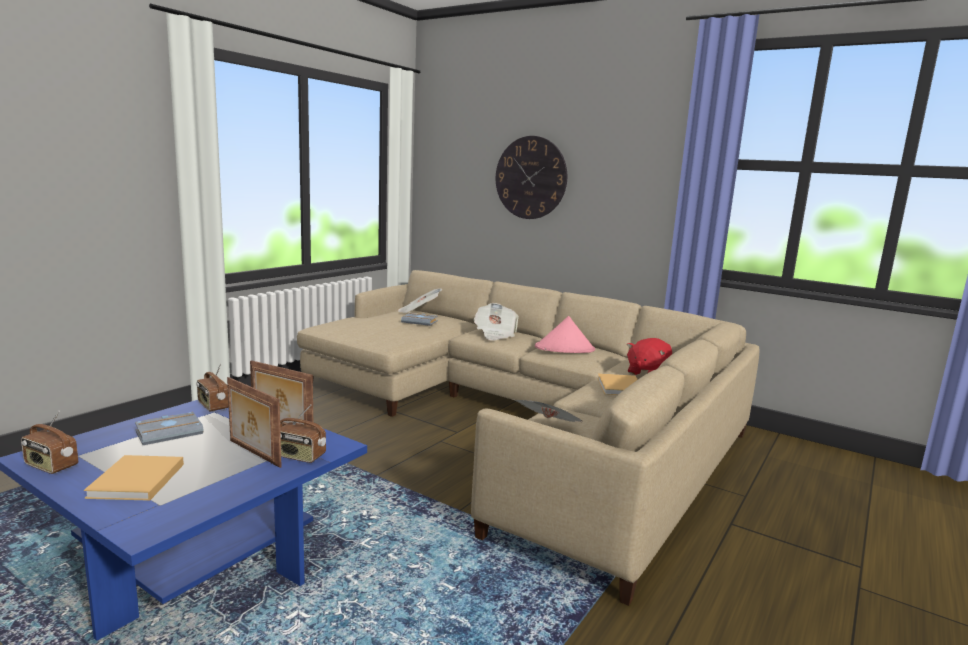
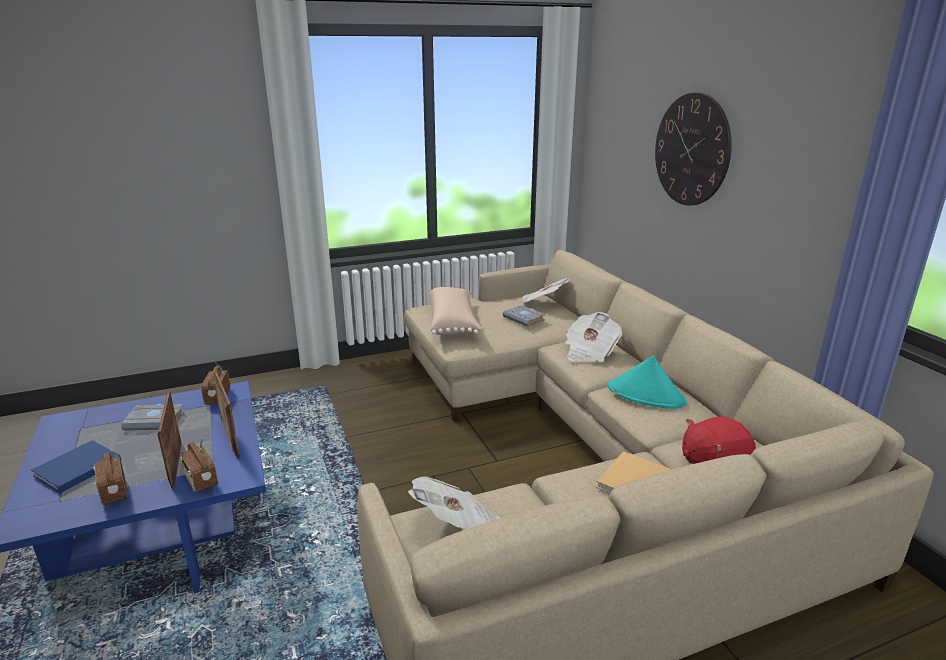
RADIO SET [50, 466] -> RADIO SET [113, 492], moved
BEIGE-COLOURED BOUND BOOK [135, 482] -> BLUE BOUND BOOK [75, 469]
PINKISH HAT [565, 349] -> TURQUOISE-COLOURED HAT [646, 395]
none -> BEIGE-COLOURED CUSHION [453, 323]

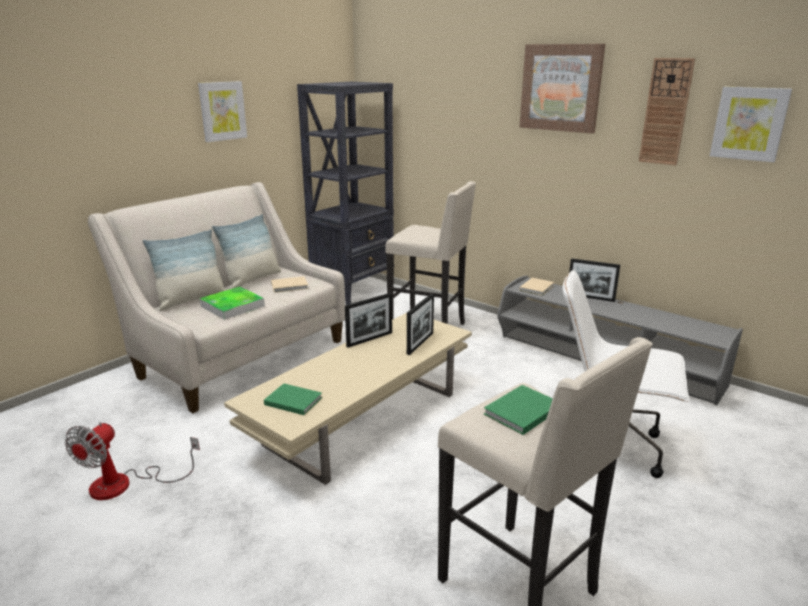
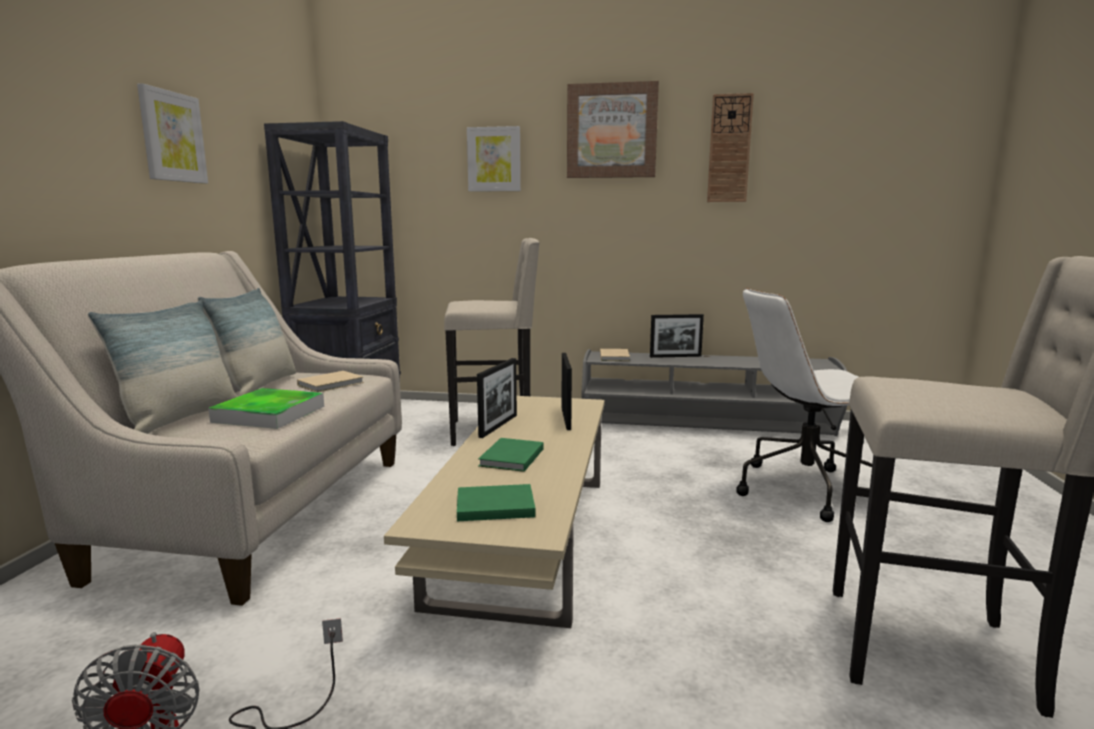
GREEN BOUND BOOK [520, 412] -> GREEN BOUND BOOK [510, 458], moved
PICTURE [749, 123] -> PICTURE [494, 159], moved

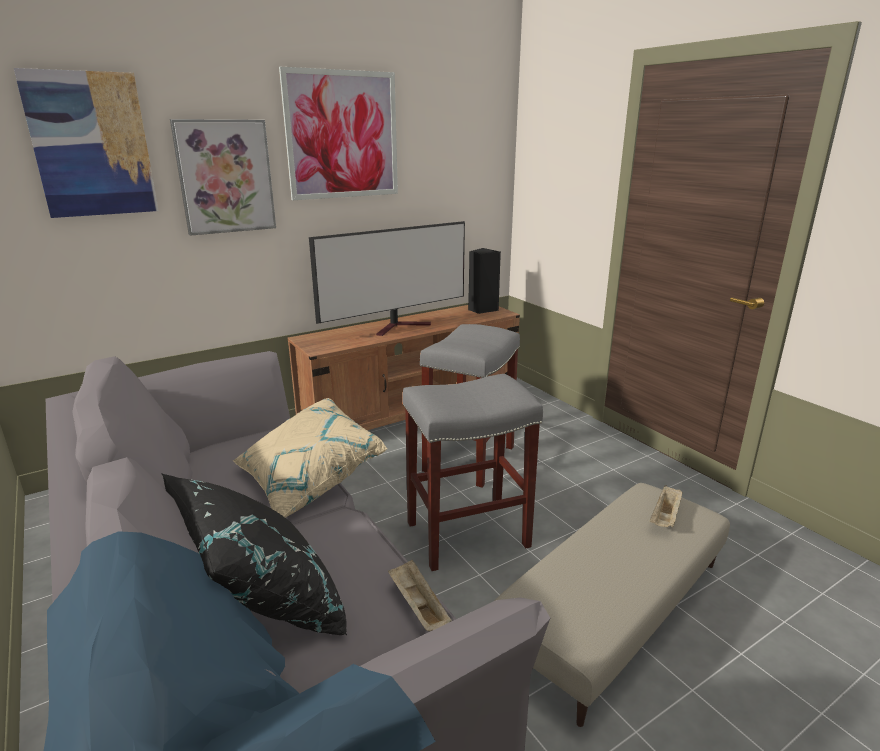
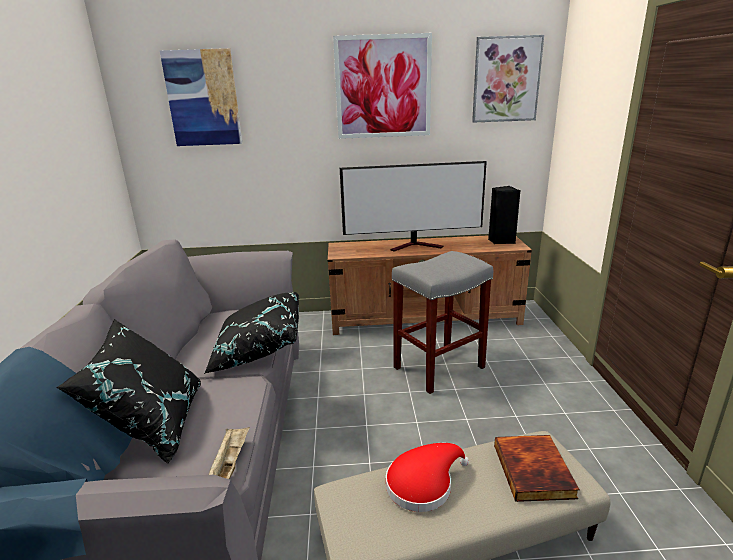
PICTURE [225, 177] -> PICTURE [506, 79], moved
BEIGE-COLOURED CUSHION [308, 480] -> BLACKISH CUSHION [258, 349]
GREY STOOL [466, 535] -> none
BEIGE-COLOURED SERVING TRAY [665, 517] -> BOUND BOOK [535, 471]
none -> RED-COLOURED HAT [423, 484]

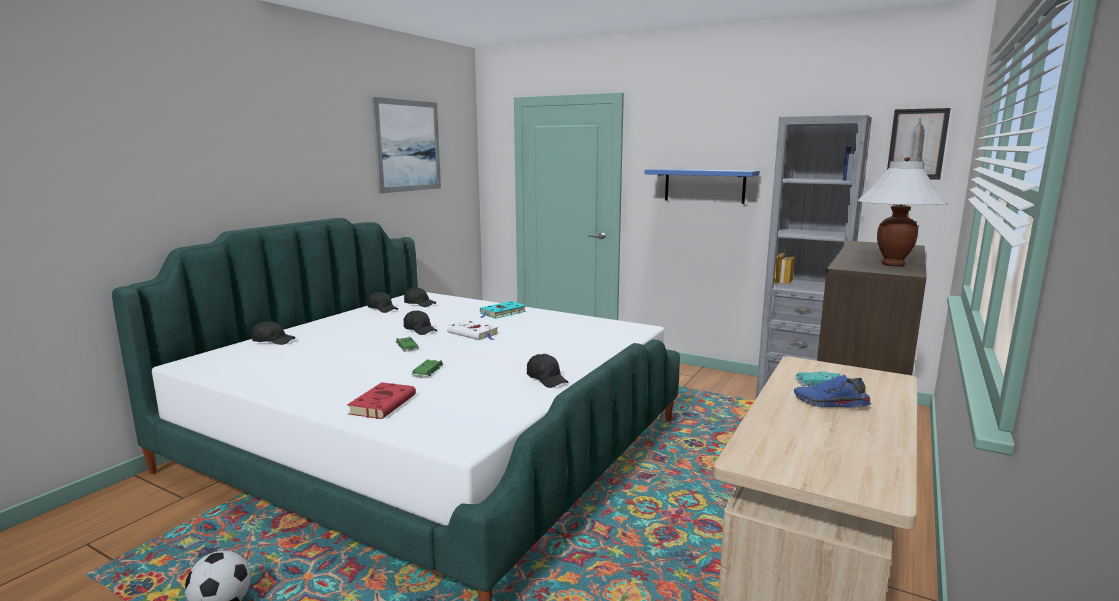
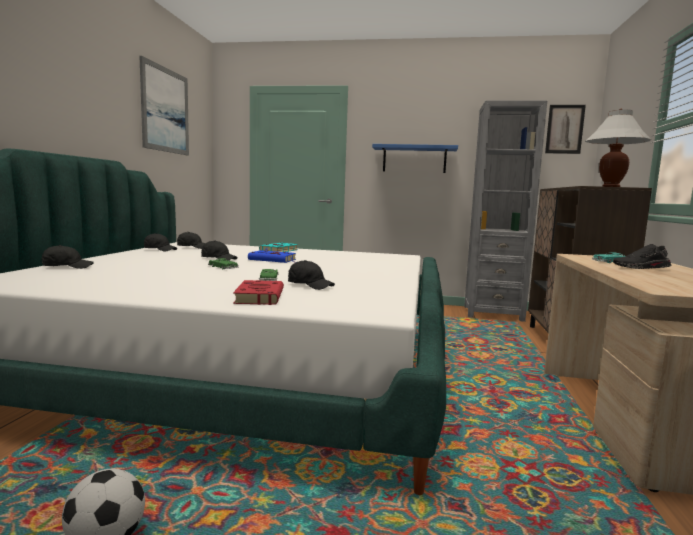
WHITE BOUND BOOK [474, 333] -> BLUE BOUND BOOK [273, 260]
BLACKISH CAP [547, 379] -> BLACKISH CAP [310, 285], moved
BLUE LOW SHOE [830, 404] -> BLACKISH LOW SHOE [641, 268]

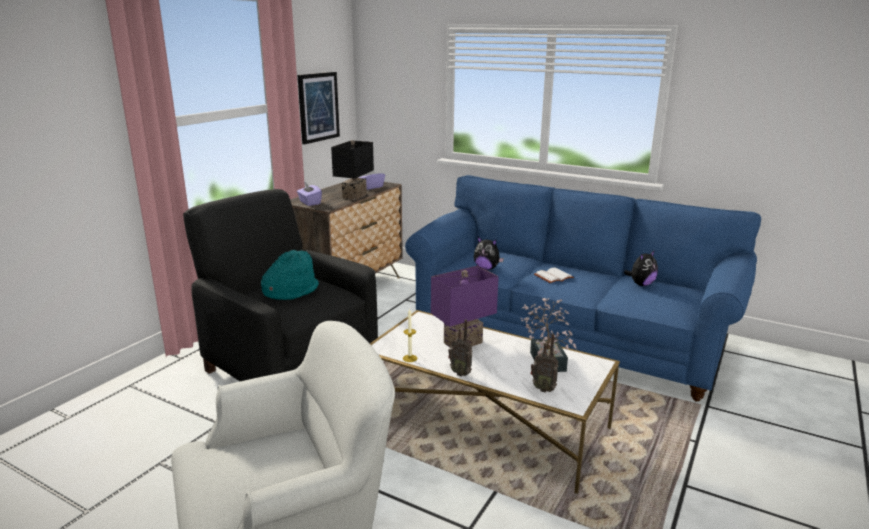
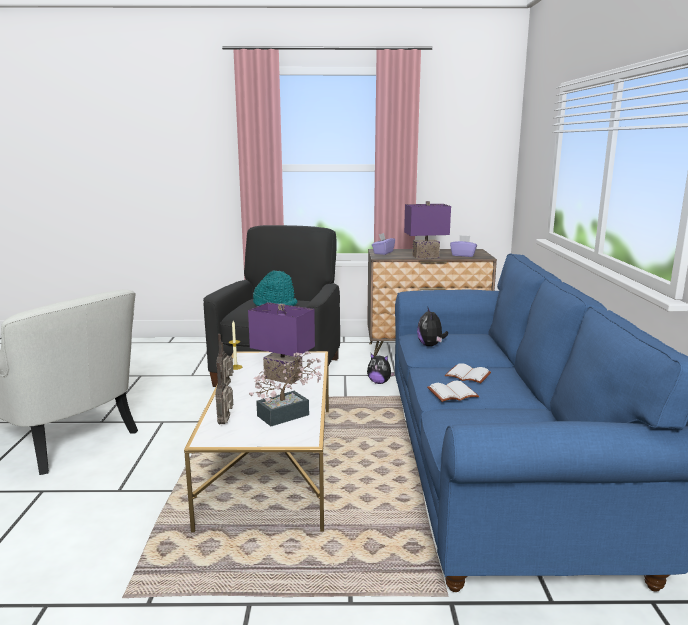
PICTURE [318, 107] -> none
BLACKISH TABLETOP LAMP [353, 196] -> PURPLE TABLETOP LAMP [425, 256]
PLUSH TOY [641, 284] -> PLUSH TOY [379, 382], moved
none -> WHITE BOUND BOOK [452, 394]

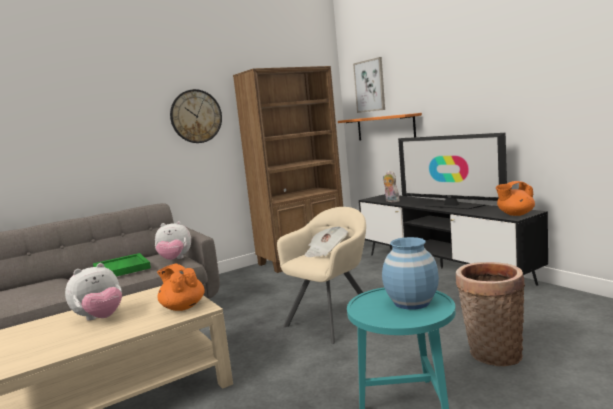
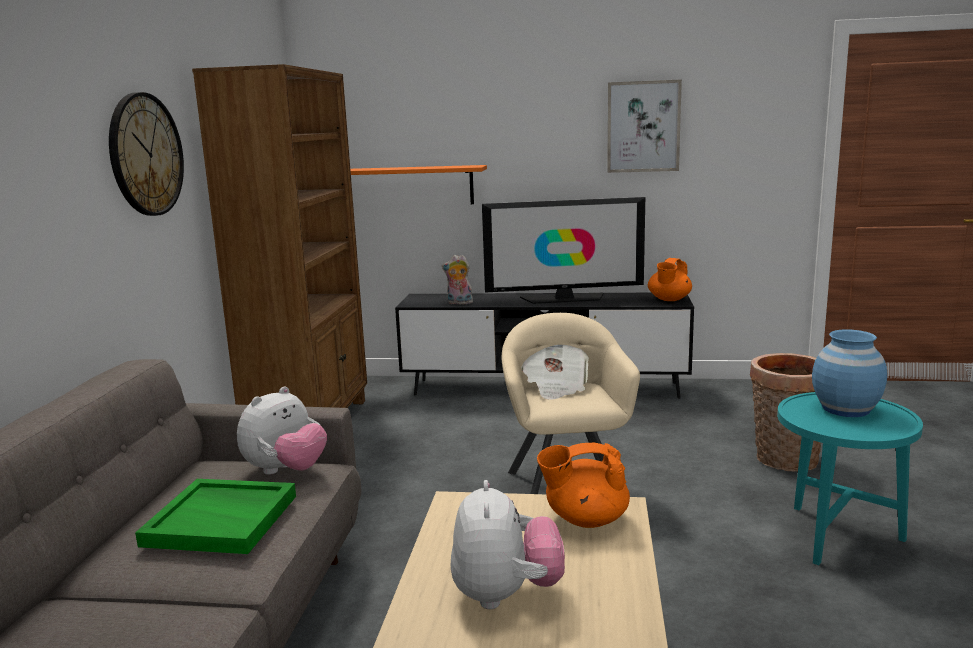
PICTURE [370, 86] -> PICTURE [643, 126], moved

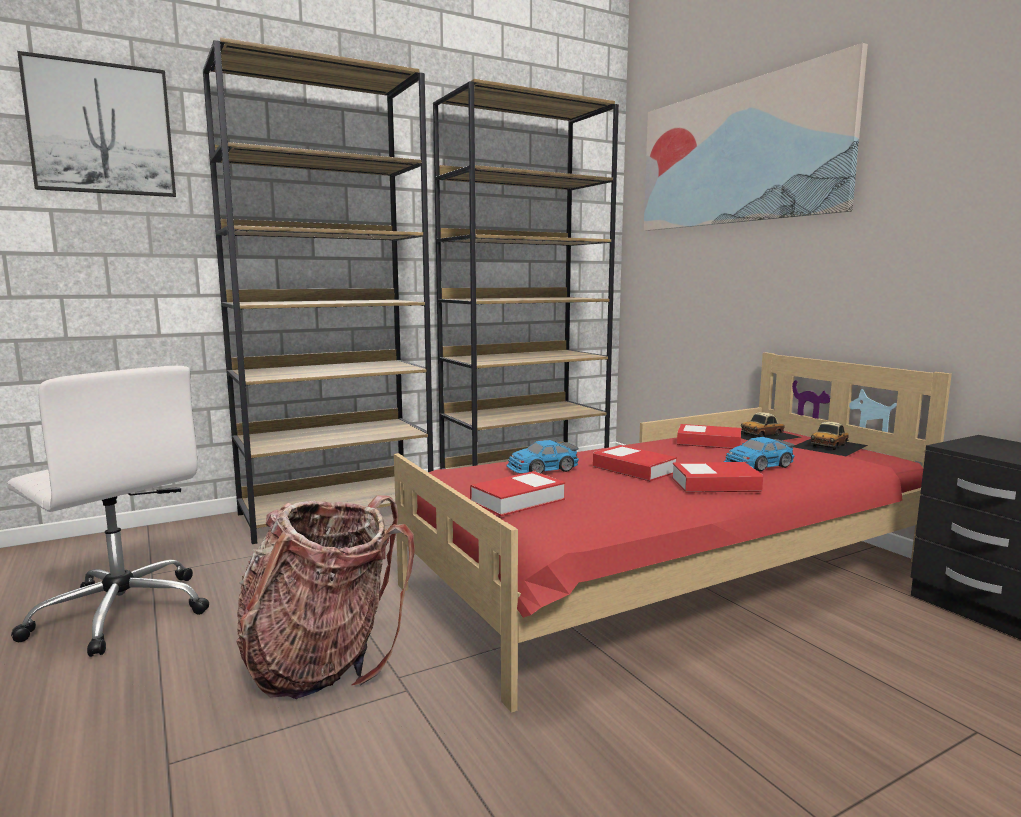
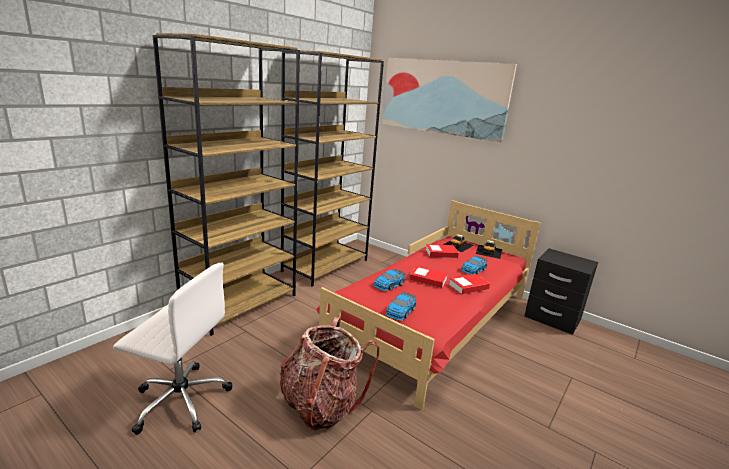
PICTURE [101, 129] -> none
BOUND BOOK [518, 500] -> MINIATURE CAR [400, 311]

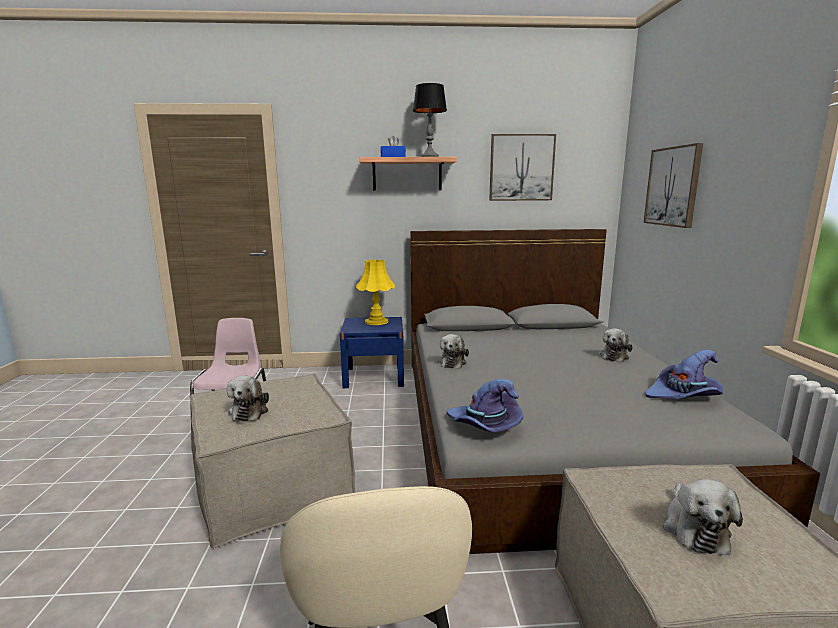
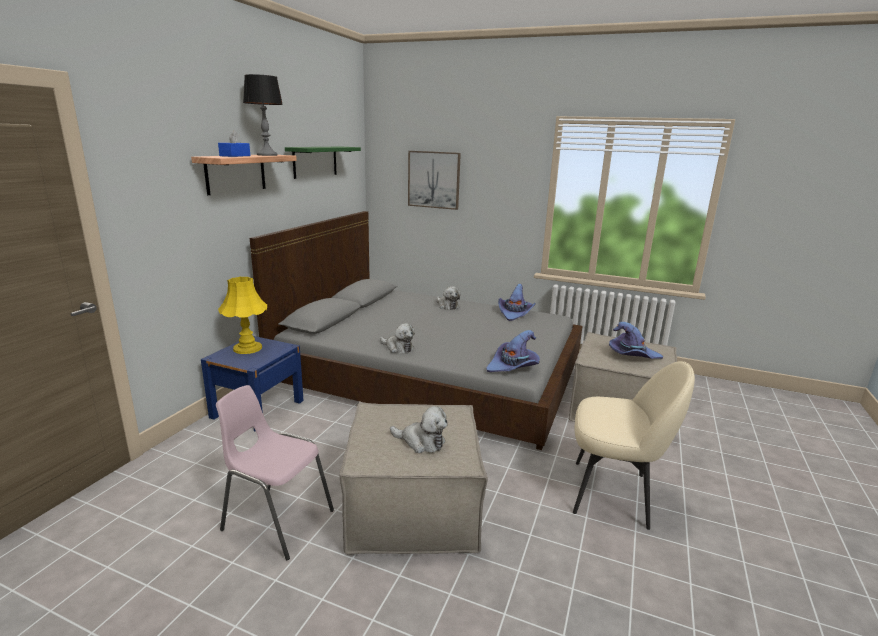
PICTURE [521, 168] -> GREEN BRACKET SHELF [315, 161]
PLUSH TOY [694, 528] -> PURPLE HAT [632, 355]

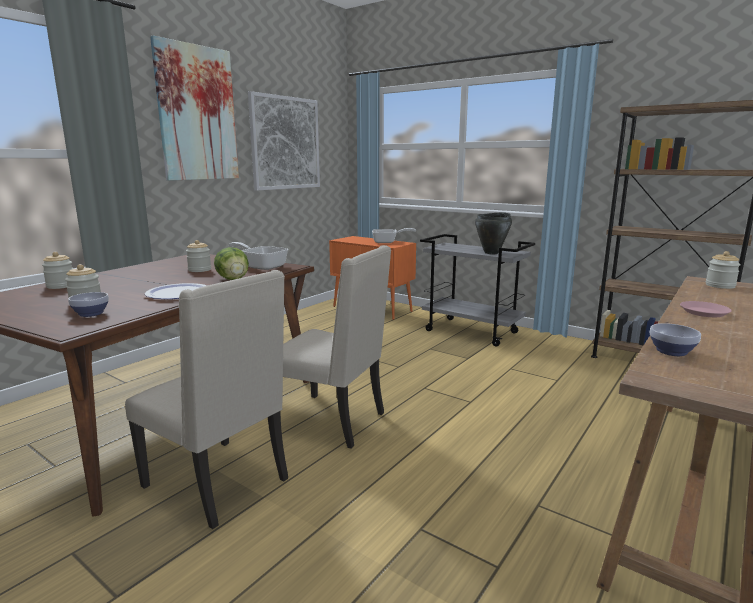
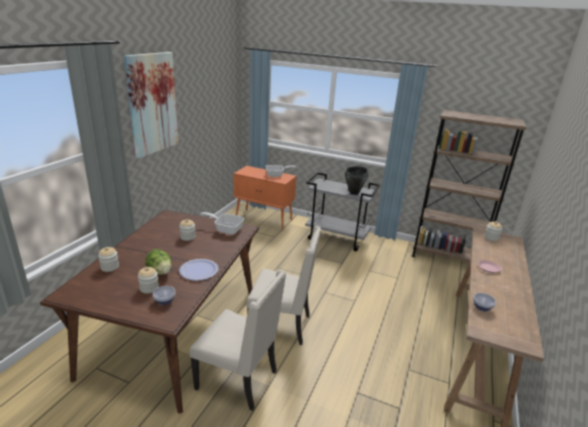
HEAD OF LETTUCE [233, 279] -> HEAD OF LETTUCE [160, 272], moved
PICTURE [285, 143] -> none

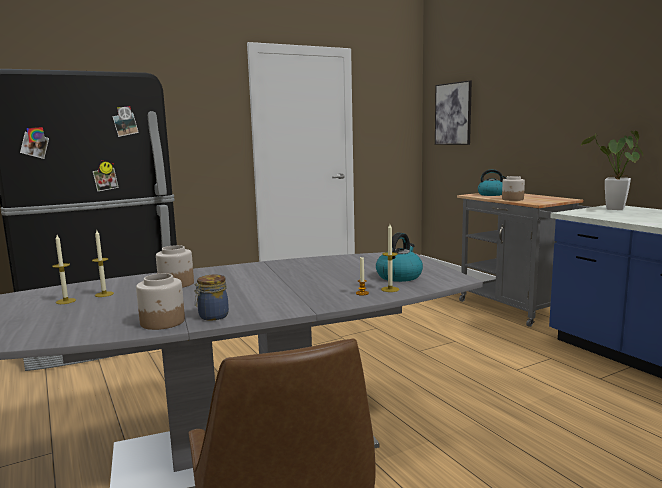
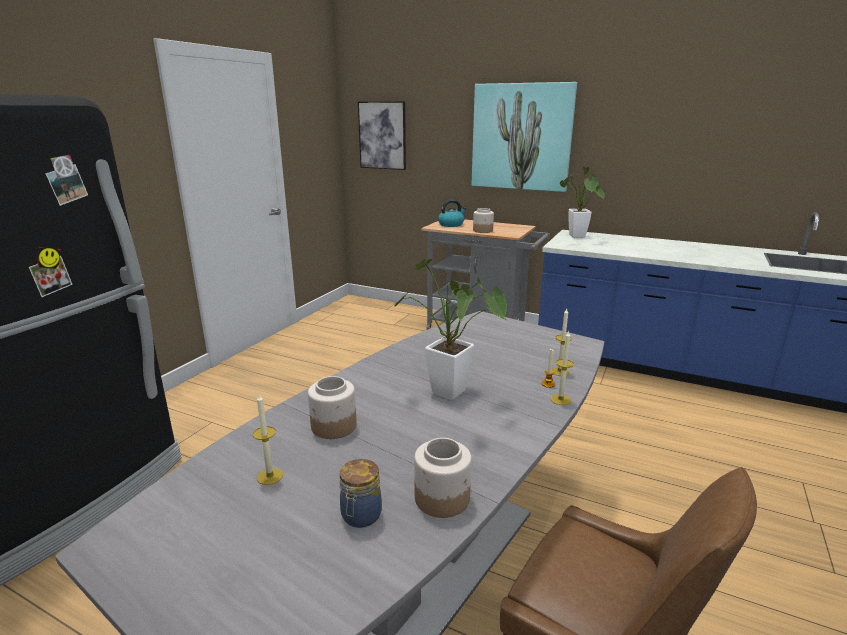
CANDLE [66, 301] -> CANDLE [560, 400], moved
PRESERVE JAR [212, 316] -> PRESERVE JAR [360, 516], moved
WATER KETTLE [399, 276] -> none
none -> HOUSEPLANT [455, 394]
none -> PICTURE [521, 137]

